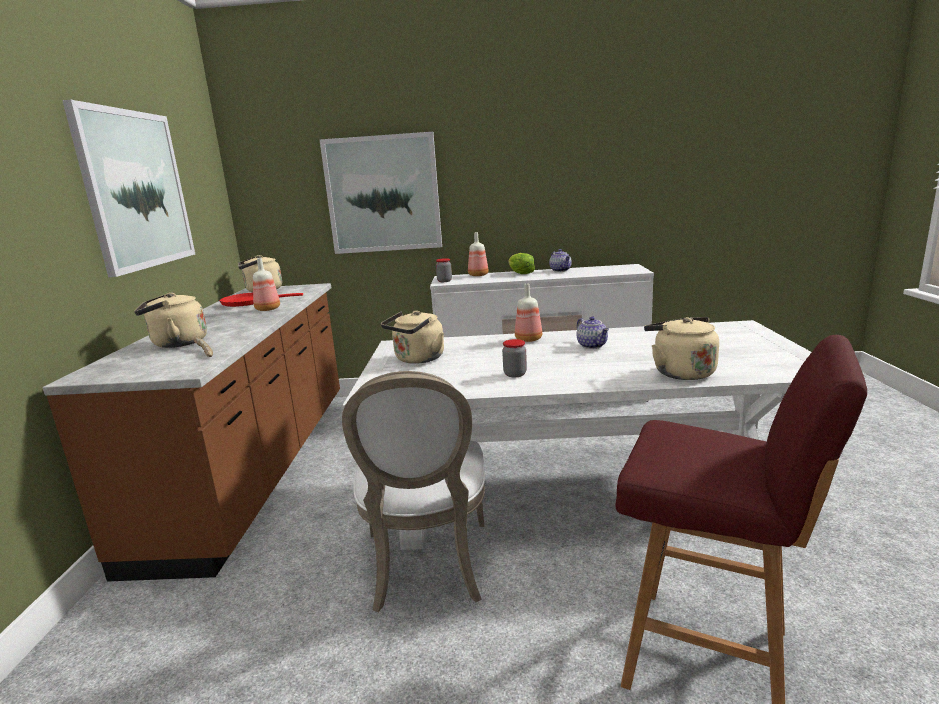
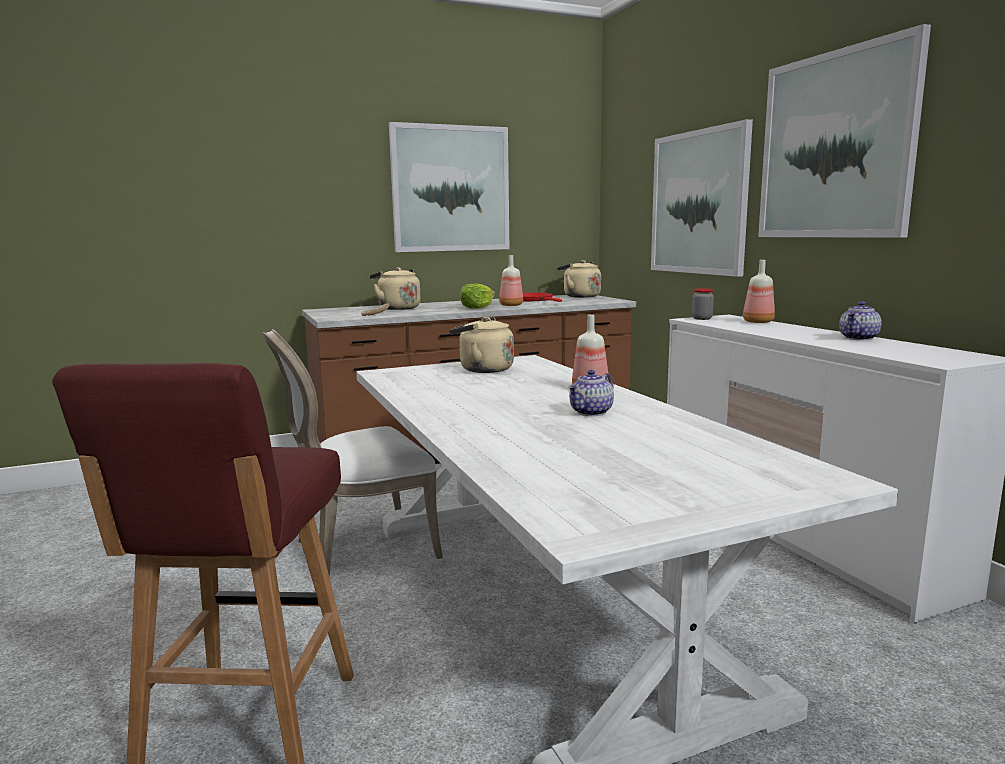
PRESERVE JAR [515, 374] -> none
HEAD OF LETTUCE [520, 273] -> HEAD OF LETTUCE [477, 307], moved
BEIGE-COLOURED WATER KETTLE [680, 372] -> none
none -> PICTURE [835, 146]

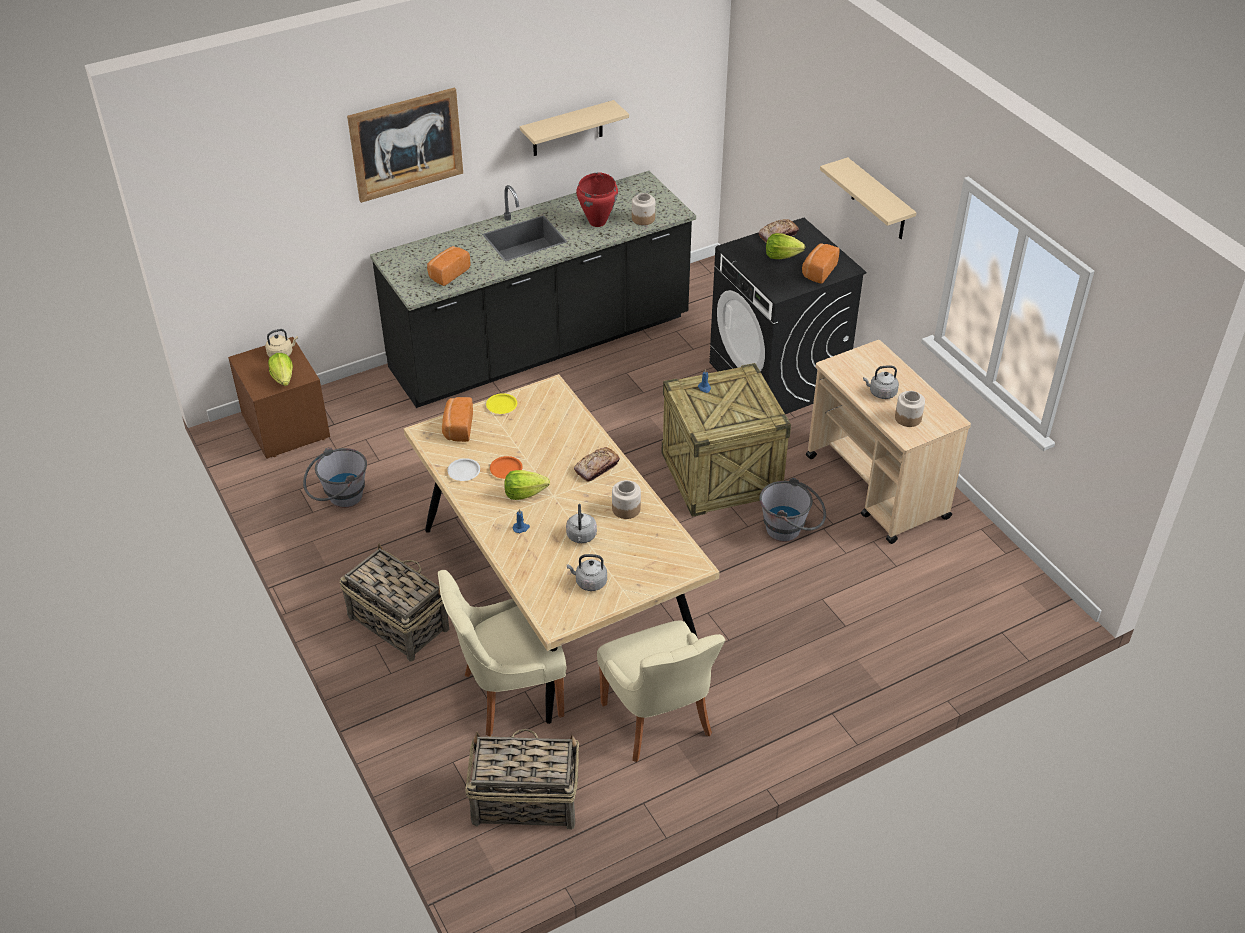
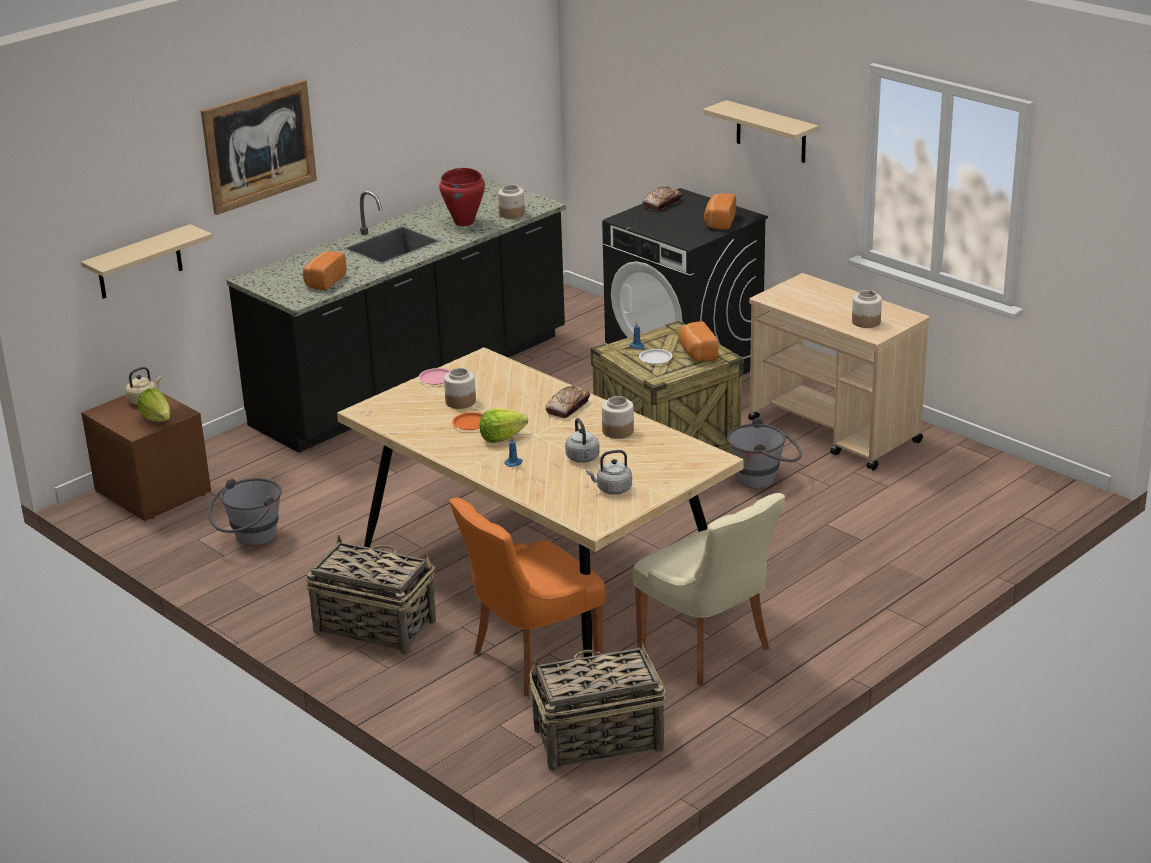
BEIGE-COLOURED PLAIN CHAIR [508, 694] -> ORANGE-COLOURED PLAIN CHAIR [532, 659]
BAKERY BREAD [457, 428] -> BAKERY BREAD [697, 353], moved
WHITE DINNER PLATE [463, 471] -> WHITE DINNER PLATE [655, 359], moved
YELLOW-COLOURED DINNER PLATE [502, 405] -> PINKISH DINNER PLATE [436, 379]
BEIGE-COLOURED BRACKET SHELF [567, 129] -> BEIGE-COLOURED BRACKET SHELF [139, 263], moved
HEAD OF LETTUCE [782, 256] -> none
GREY WATER KETTLE [881, 393] -> none
none -> PRESERVE JAR [460, 402]

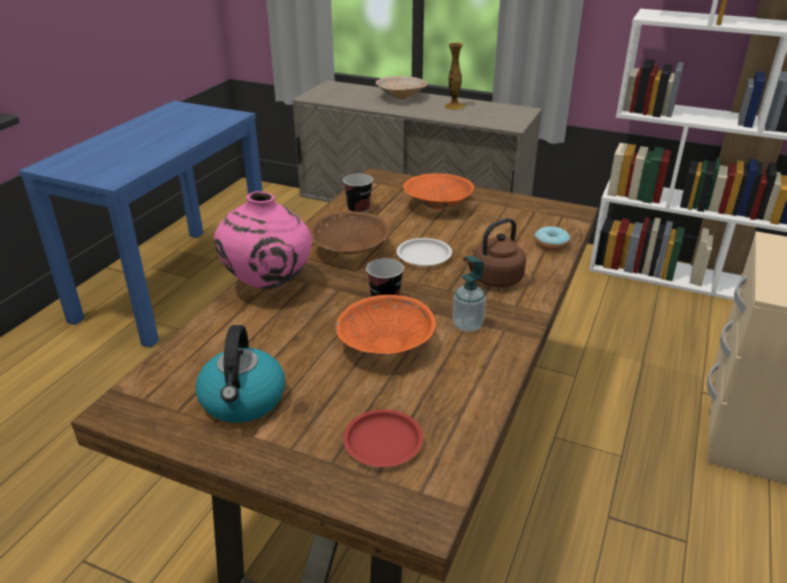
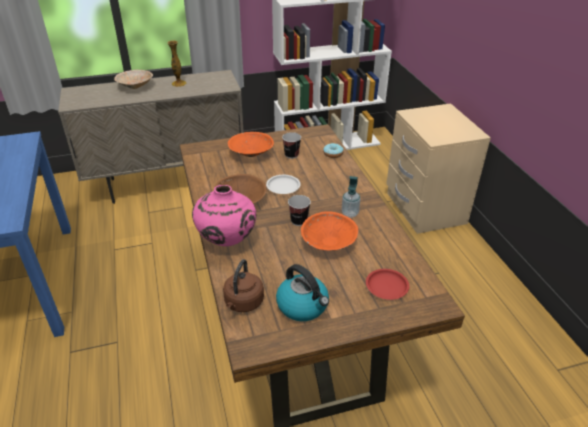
DRINKING CUP [358, 209] -> DRINKING CUP [291, 155], moved
BROWN WATER KETTLE [494, 280] -> BROWN WATER KETTLE [243, 303], moved

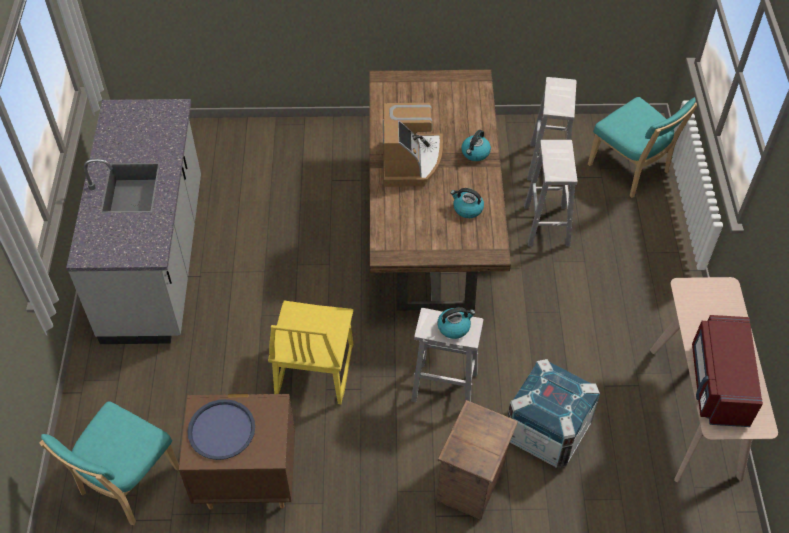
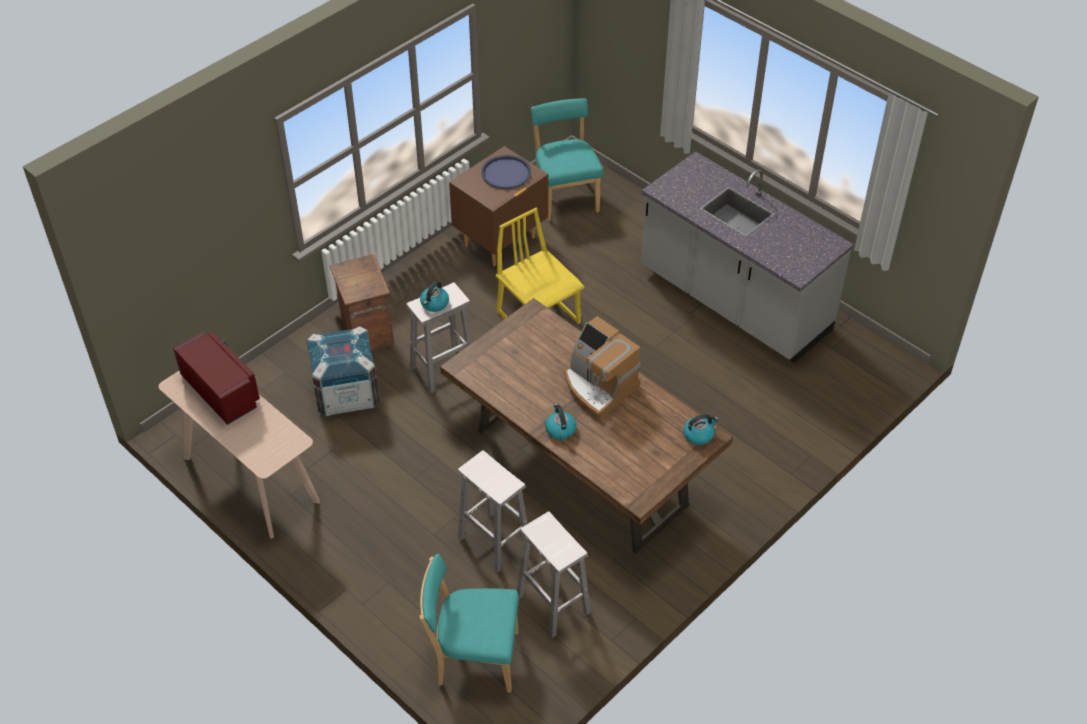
WATER KETTLE [467, 209] -> WATER KETTLE [699, 435], moved

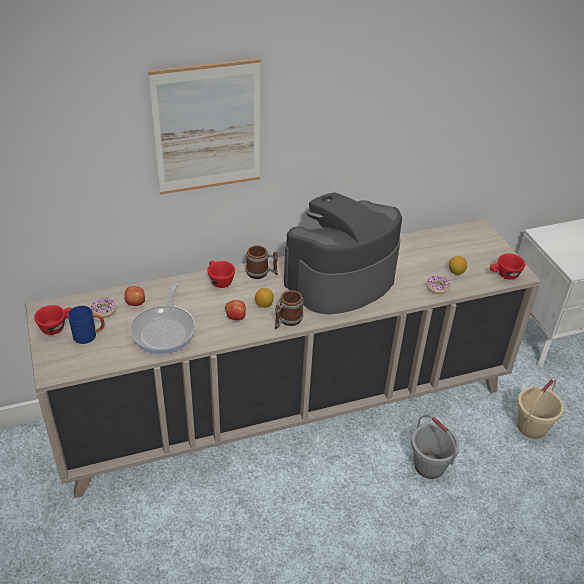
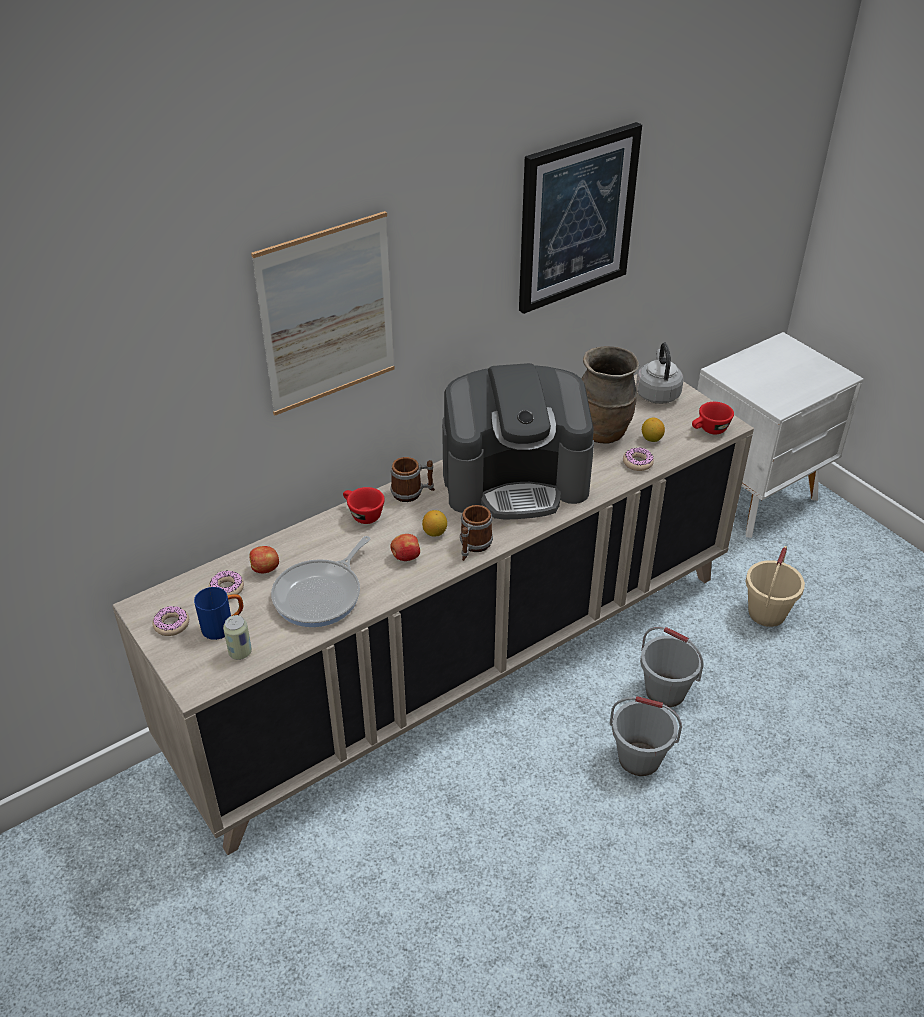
RED-COLOURED DRINKING CUP [56, 326] -> RING DOUGHNUT [171, 624]
FRYING PAN [165, 330] -> FRYING PAN [321, 595], 45 degrees clockwise
COFFEE MACHINE [340, 280] -> COFFEE MACHINE [515, 480], 135 degrees counterclockwise
none -> CAN [240, 652]
none -> PICTURE [576, 218]
none -> BROWN DECORATIVE VASE [603, 434]
none -> GREY PAIL [639, 758]
none -> GREY WATER KETTLE [657, 393]

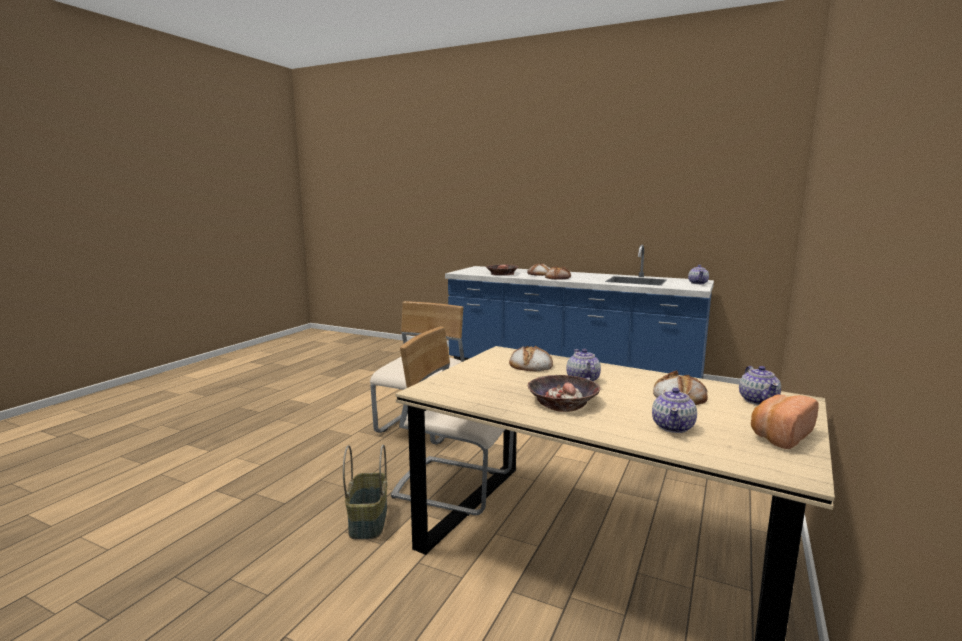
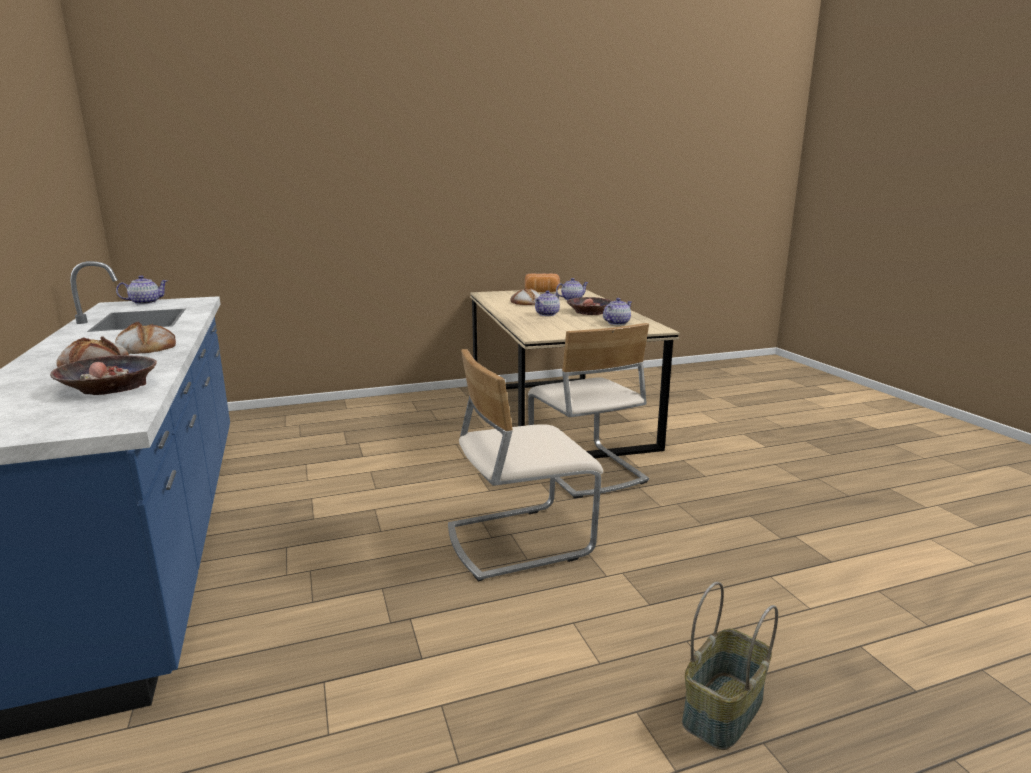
STORAGE BASKET [367, 520] -> STORAGE BASKET [724, 711], moved
BAKERY BREAD [530, 365] -> none
TEAPOT [758, 400] -> TEAPOT [616, 323], moved

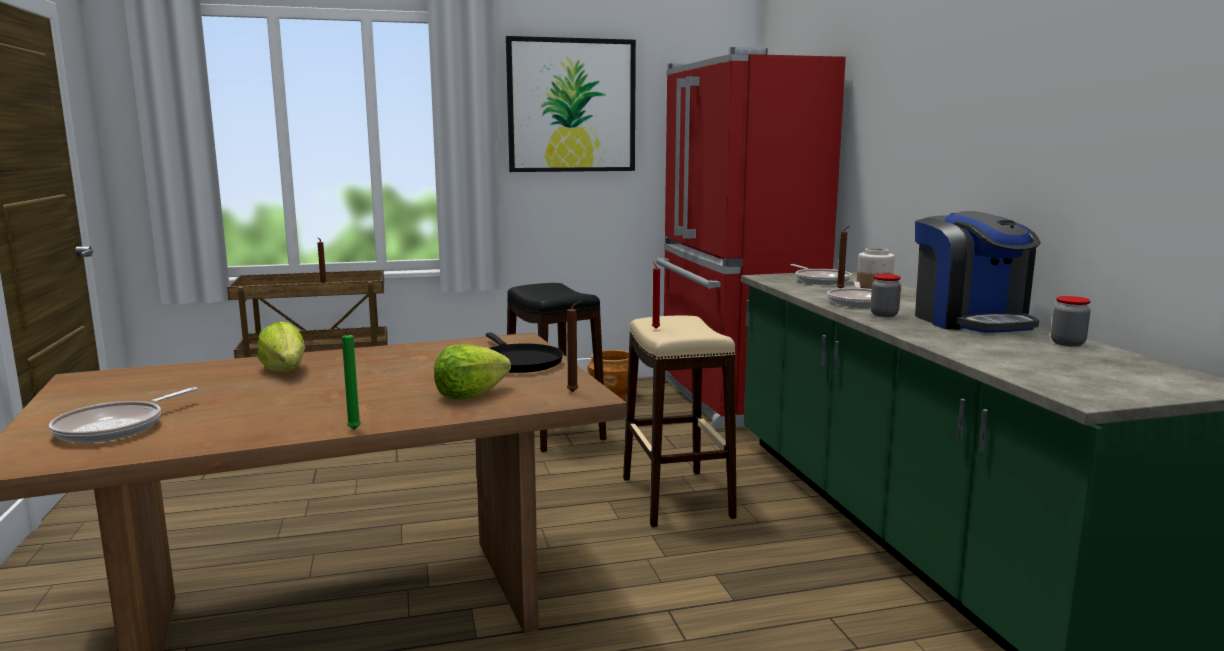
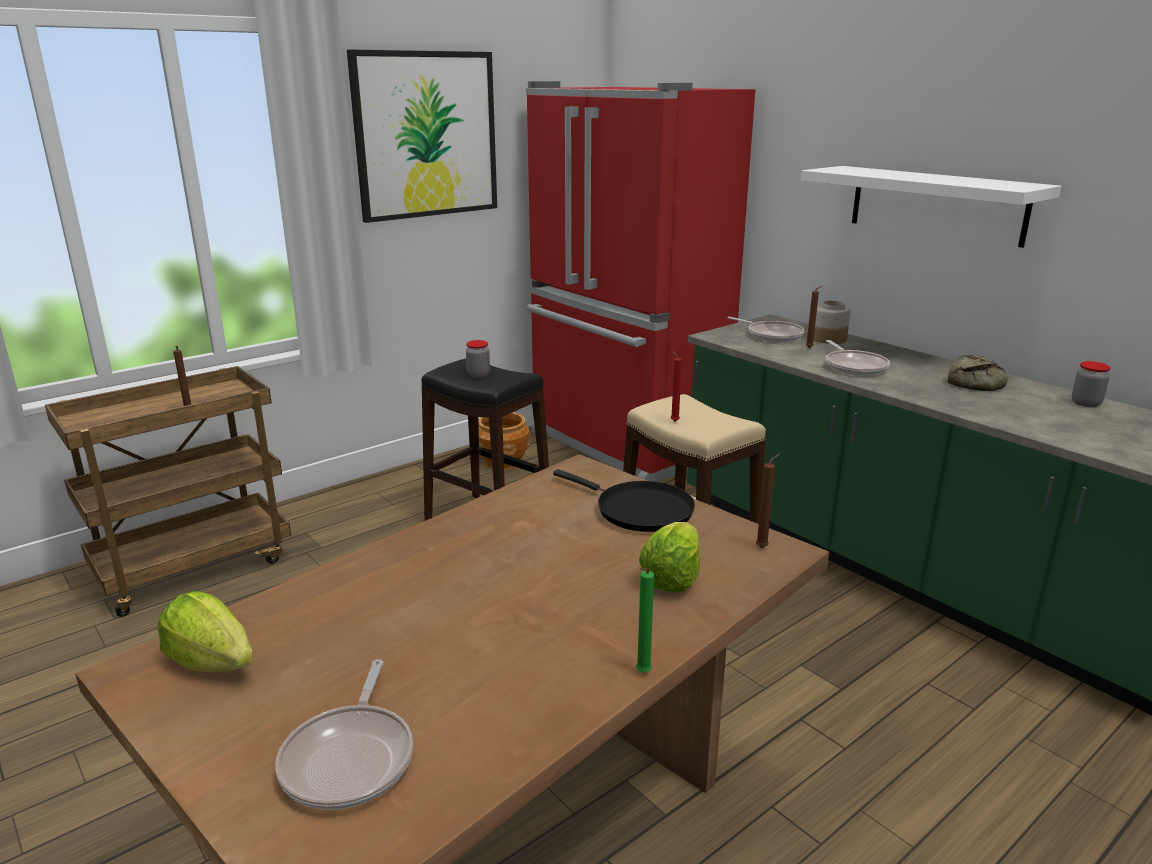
HEAD OF LETTUCE [285, 371] -> HEAD OF LETTUCE [212, 662], moved
PRESERVE JAR [884, 314] -> PRESERVE JAR [478, 375], moved
COFFEE MACHINE [970, 321] -> BAKERY BREAD [977, 382]
none -> WHITE BRACKET SHELF [936, 204]

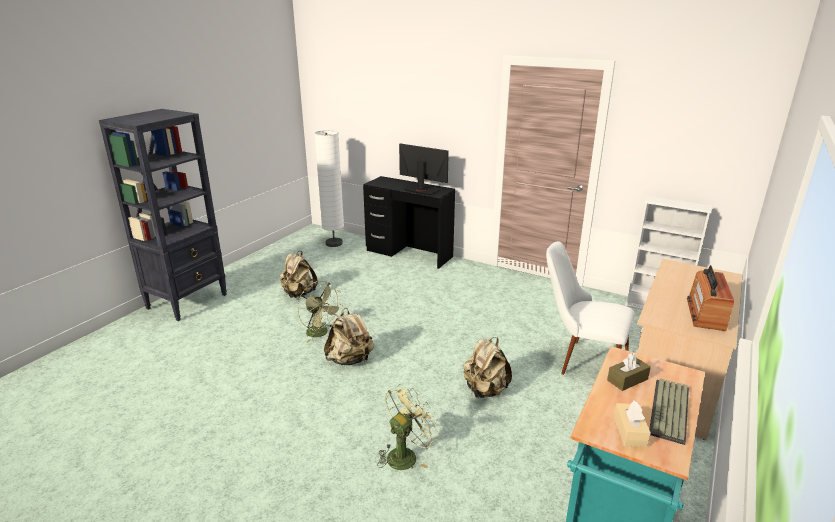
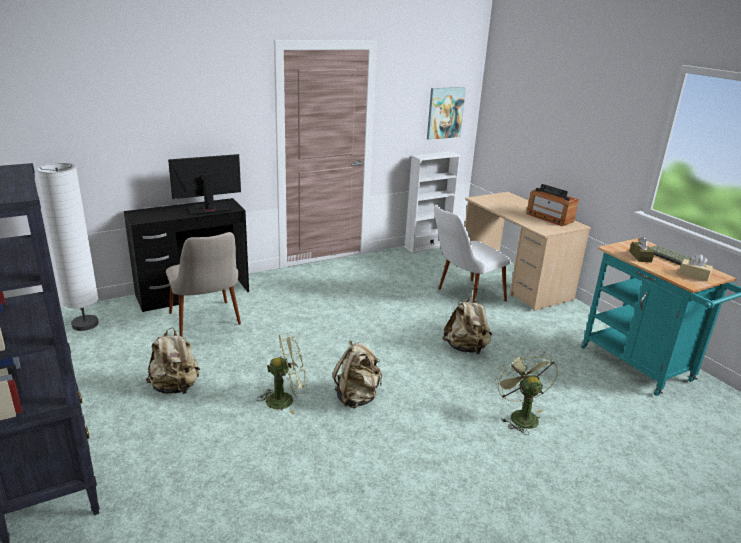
none -> BEIGE-COLOURED PLAIN CHAIR [208, 324]
none -> PICTURE [445, 113]

